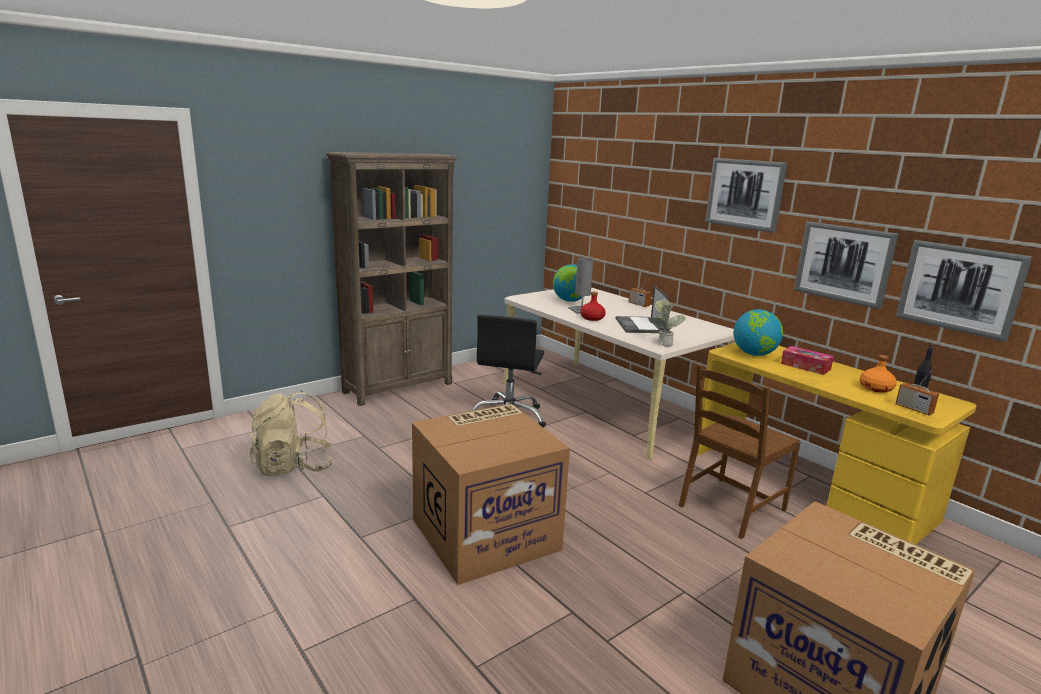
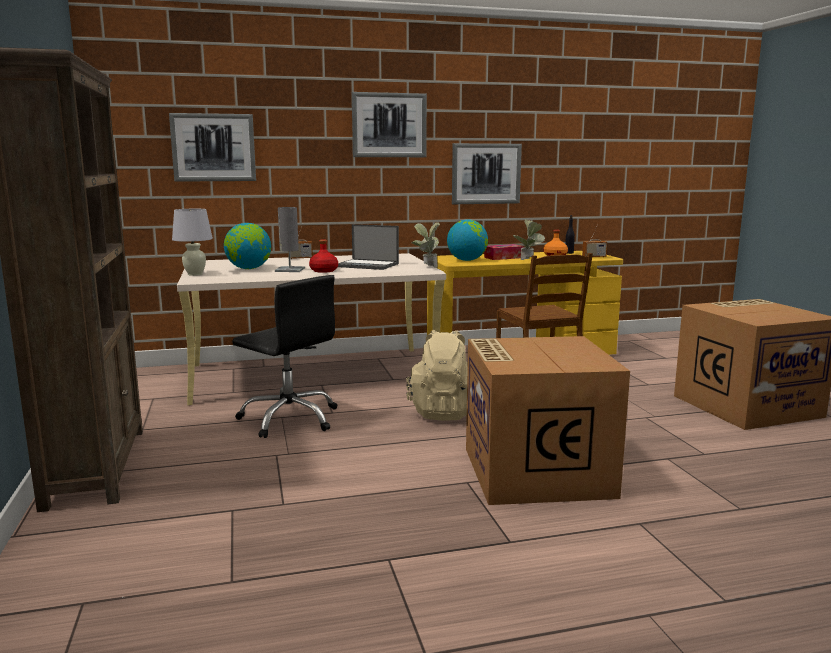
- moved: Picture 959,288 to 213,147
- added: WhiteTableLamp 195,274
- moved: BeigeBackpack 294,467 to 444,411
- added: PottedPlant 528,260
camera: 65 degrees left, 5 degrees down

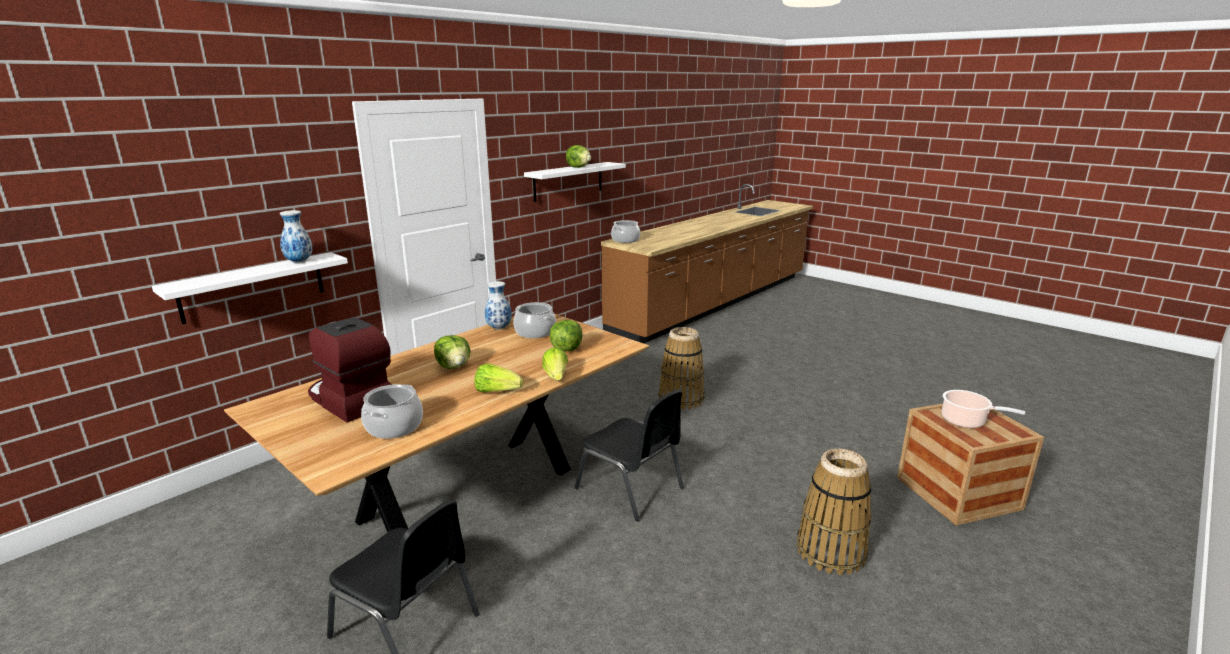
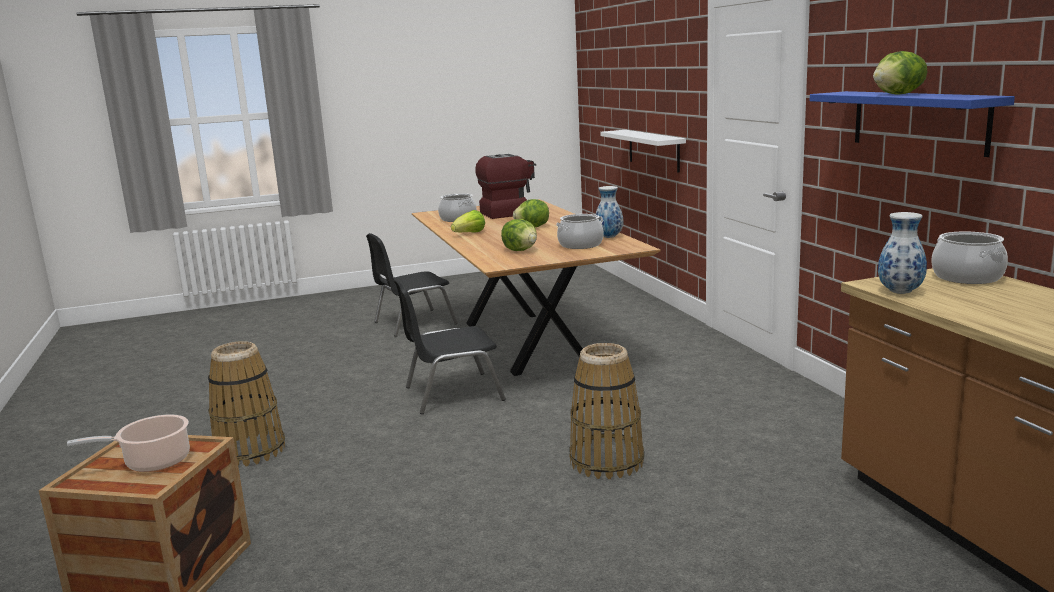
- recoloured: WhiteShelf 568,181 to BlueShelf 918,121
- moved: Vase 299,261 to 901,292
- removed: Lettuce 556,376
camera: 120 degrees right, 5 degrees down

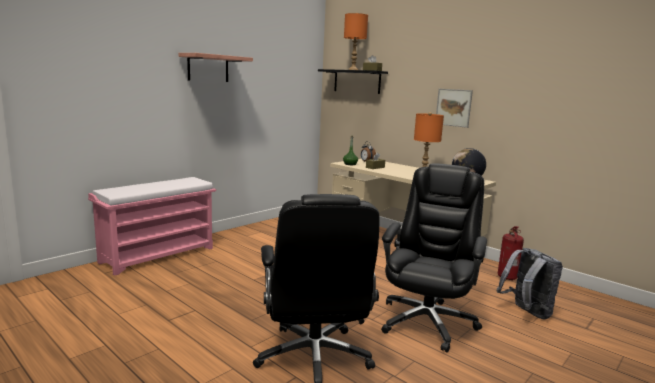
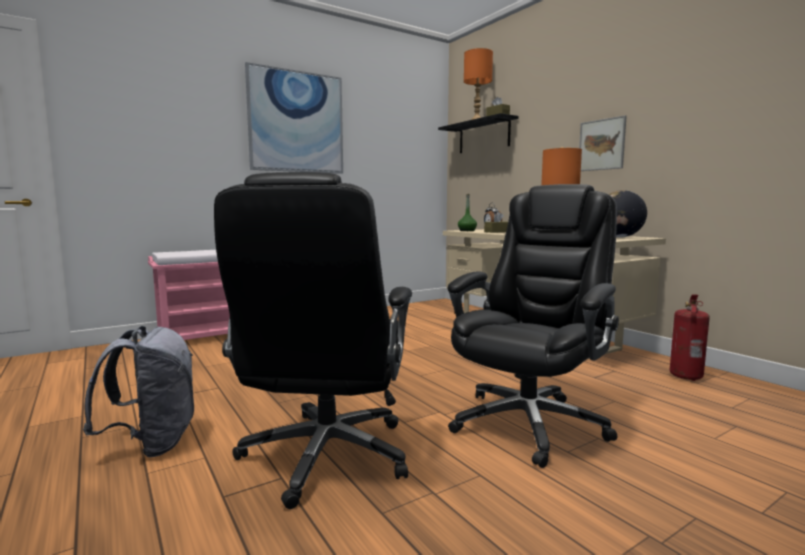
- moved: GreyBackpack 526,313 to 153,444
- replaced: Shelf 208,68 to Picture 296,122
camera: 15 degrees right, 5 degrees down

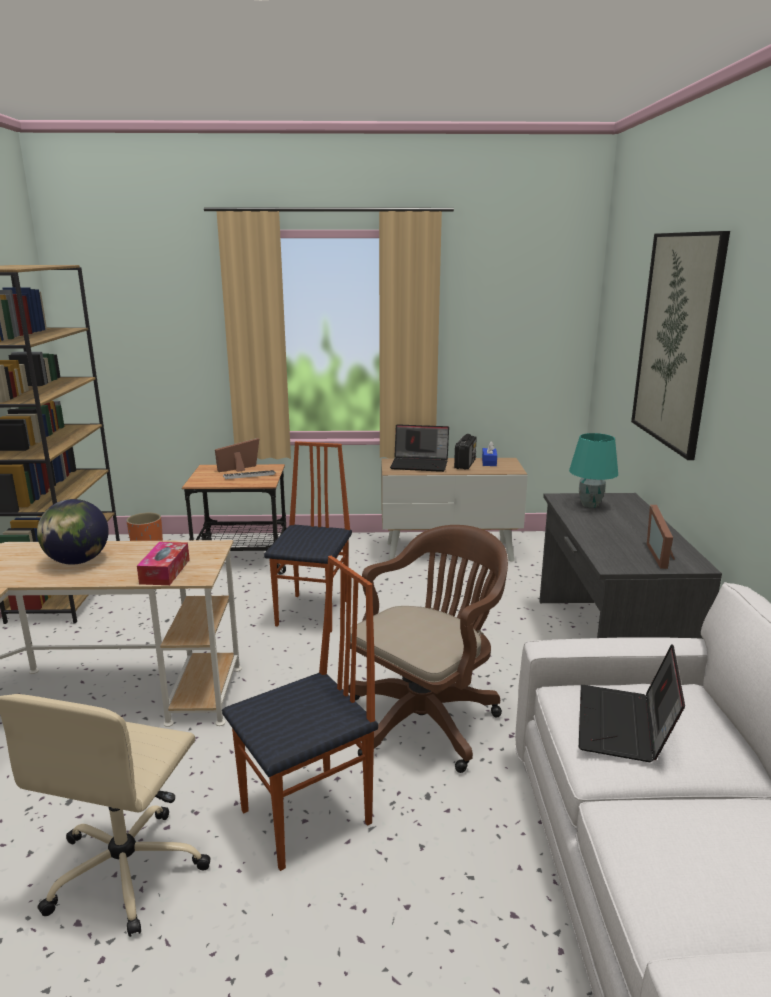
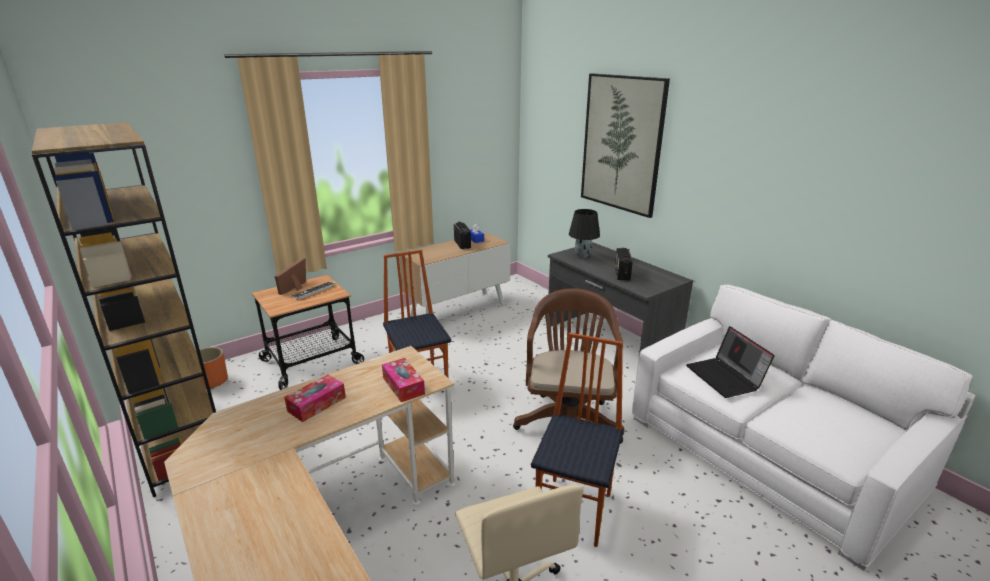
- replaced: Globe 77,561 to TissueBox 317,404
- recoloured: TurquoiseTableLamp 589,505 to BlackTableLamp 582,256
- added: Radio 622,274
- removed: Laptop 420,464
- removed: PictureFrame 662,555
camera: 35 degrees left, 5 degrees up

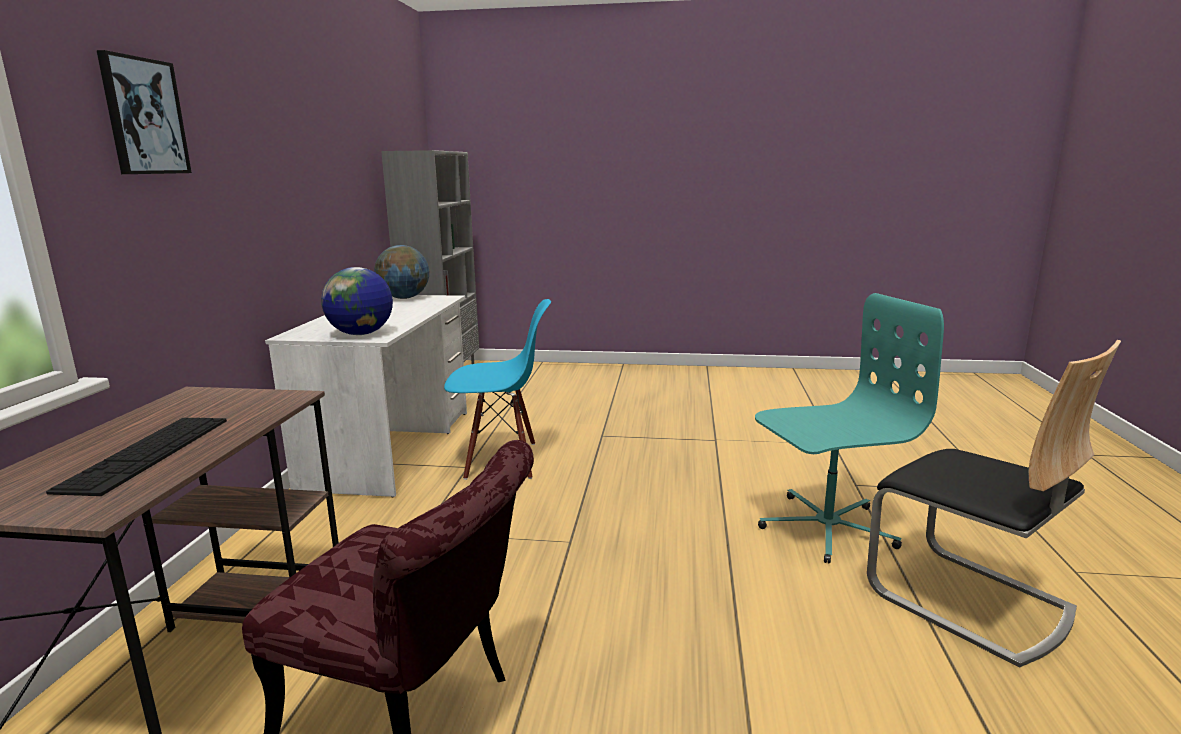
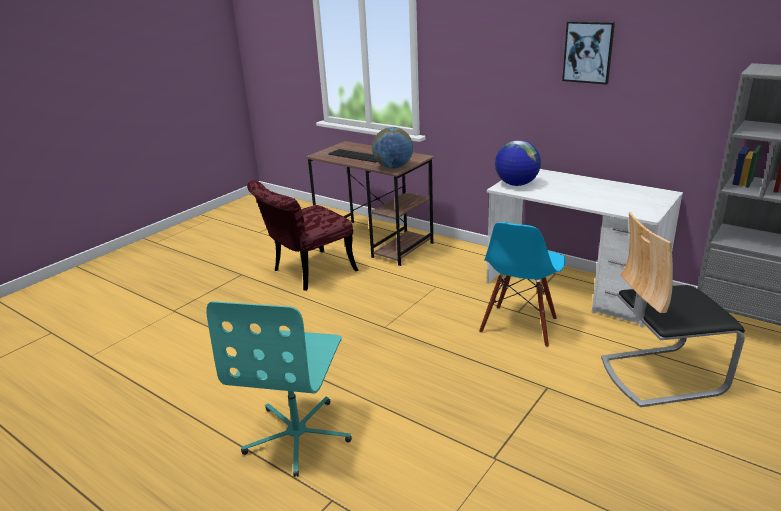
- moved: Globe 404,298 to 393,167
- moved: Picture 143,116 to 588,52
- moved: Chair 968,600 to 660,374
camera: 120 degrees right, 10 degrees up

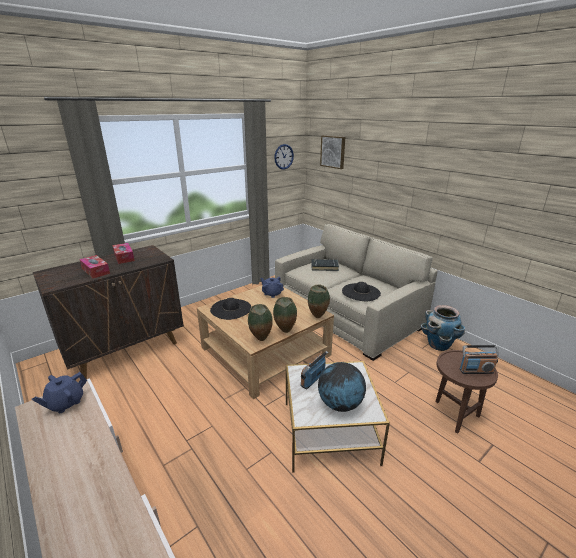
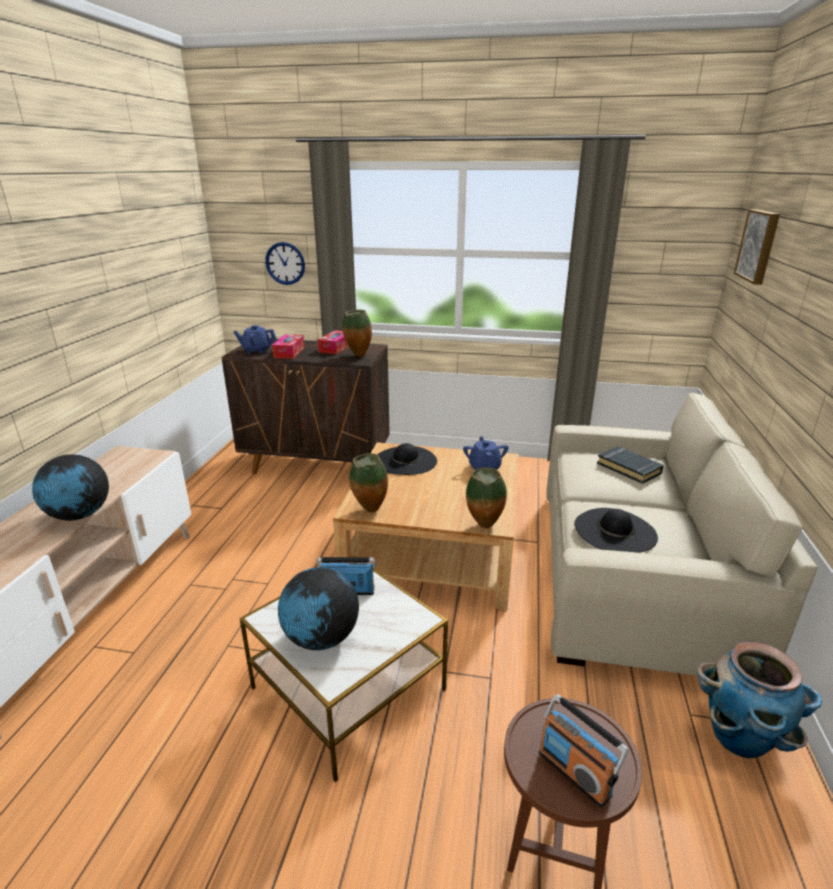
- added: Globe 79,515
- moved: BlueTeapot 65,403 to 257,351
- moved: WallClock 283,156 to 285,263
- moved: Vase 285,332 to 358,356
camera: 50 degrees right, 0 degrees up

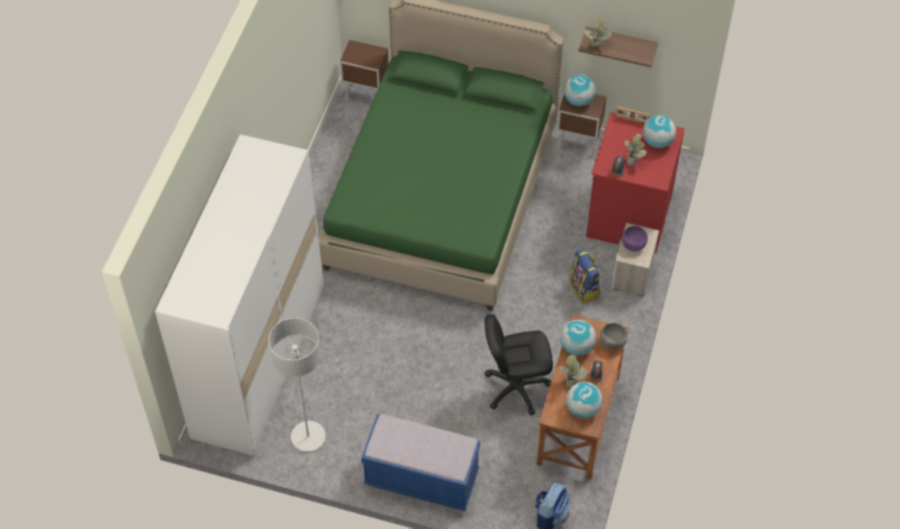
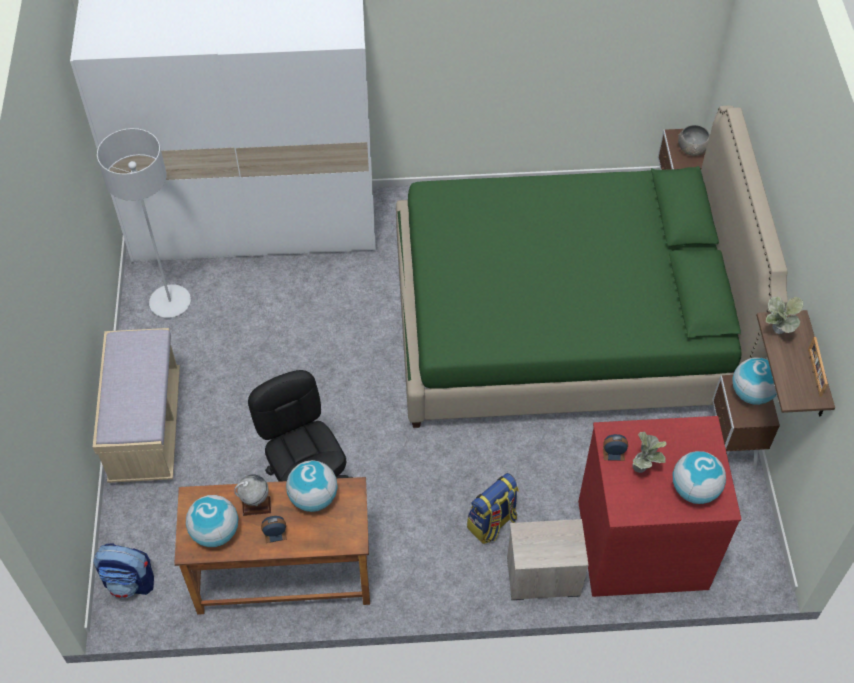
- recoloured: BlueBench 421,479 to BeigeBench 146,427
- replaced: PottedPlant 571,380 to Globe 256,506
- moved: GreyBowl 612,341 to 692,148
- moved: PictureFrame 631,120 to 814,372
- removed: PurpleBowl 633,244
camera: 70 degrees right, 0 degrees up

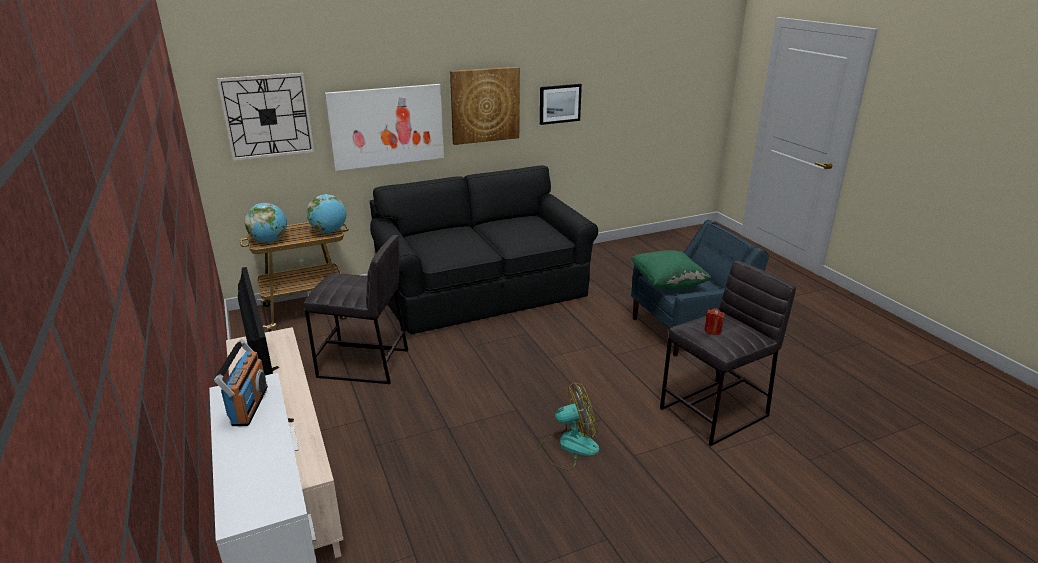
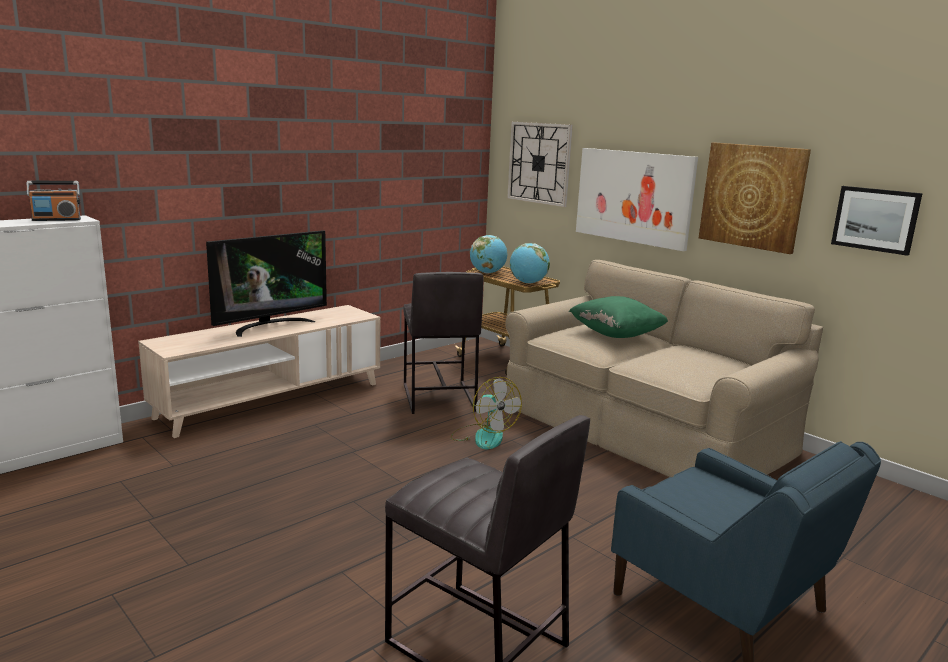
- moved: Fan 569,446 to 483,436
- recoloured: BlackSofa 483,290 to BeigeSofa 644,428
- moved: GreenPillow 667,284 to 616,334
- removed: RedCandle 712,330
camera: 70 degrees right, 10 degrees down

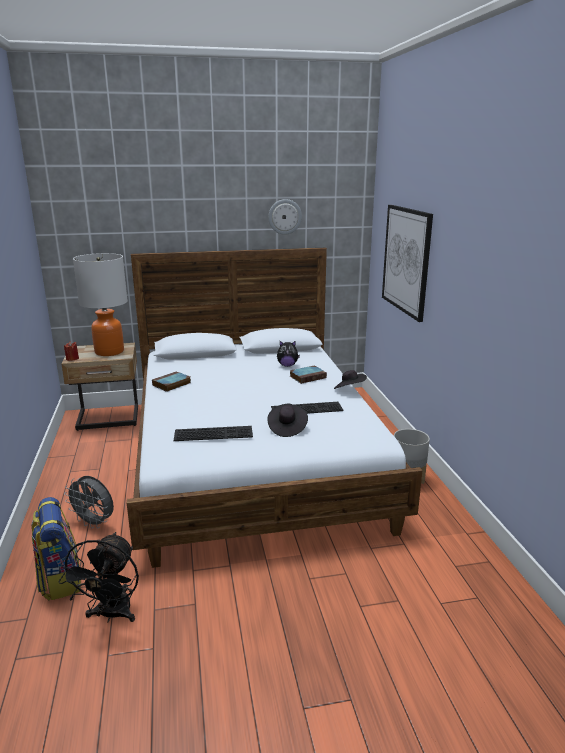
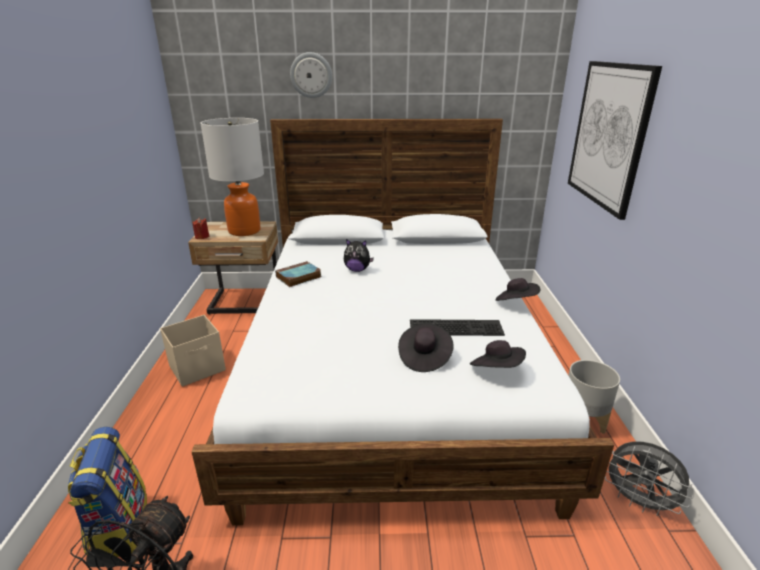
- added: BeigeStorageBox 198,368
- moved: WallClock 284,216 to 311,75
- moved: PlushToy 287,365 to 357,270
- added: BlackHat 496,369
- moved: GreyFan 94,523 to 638,502
- removed: Keyboard 214,433
- removed: Book 308,377
camera: 10 degrees right, 5 degrees up

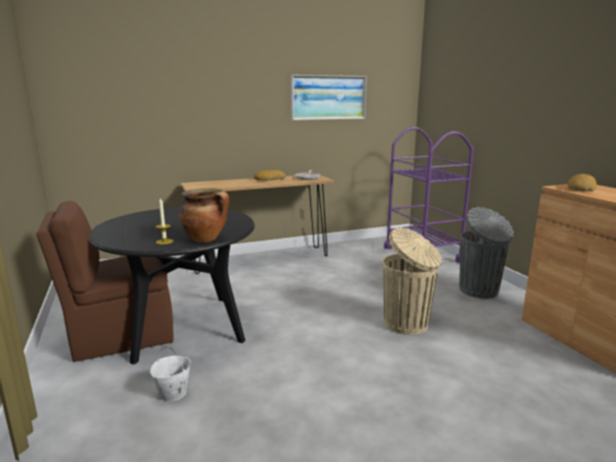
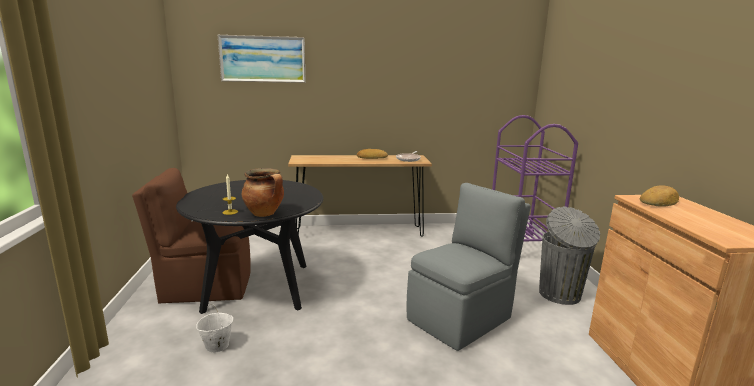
- moved: Picture 328,97 to 263,59
- replaced: BeigeTrashCan 407,324 to GreyChair 461,318
camera: 15 degrees right, 0 degrees up

